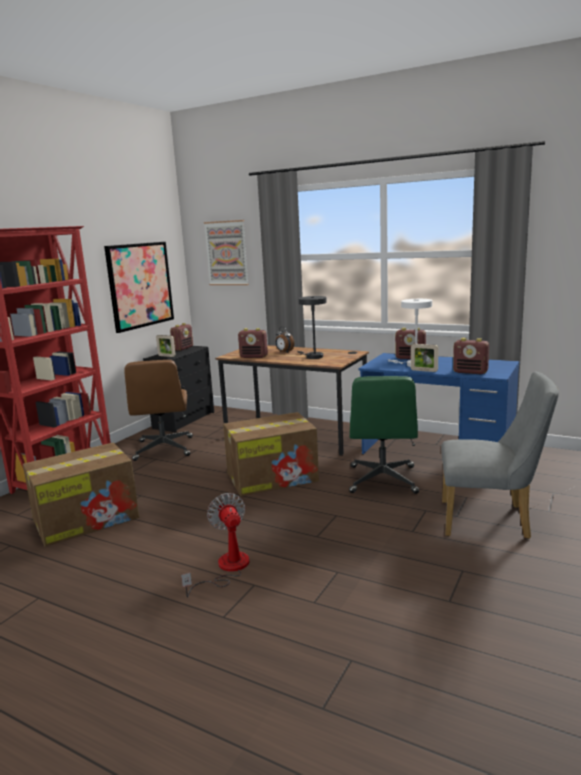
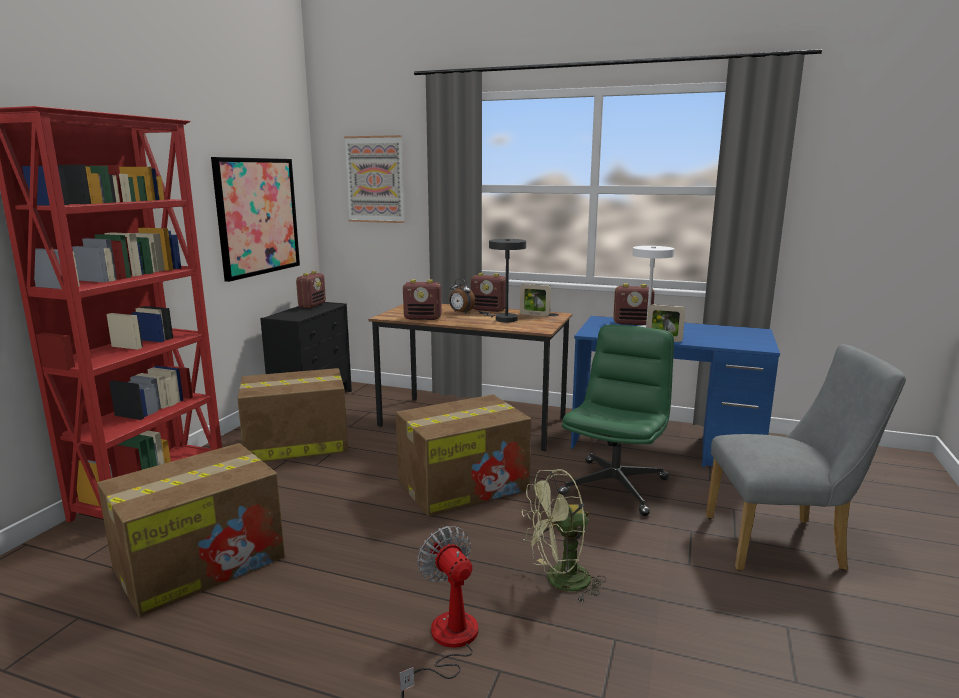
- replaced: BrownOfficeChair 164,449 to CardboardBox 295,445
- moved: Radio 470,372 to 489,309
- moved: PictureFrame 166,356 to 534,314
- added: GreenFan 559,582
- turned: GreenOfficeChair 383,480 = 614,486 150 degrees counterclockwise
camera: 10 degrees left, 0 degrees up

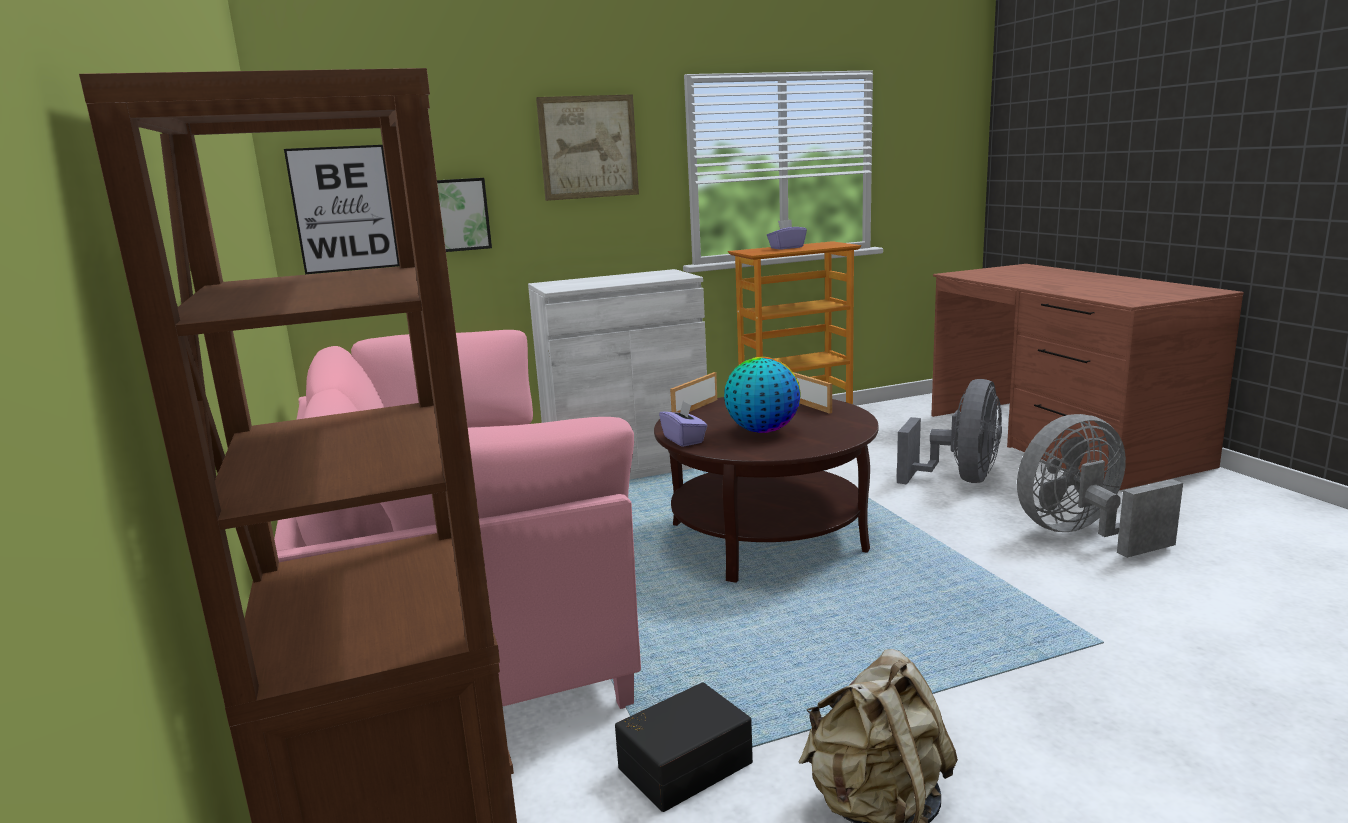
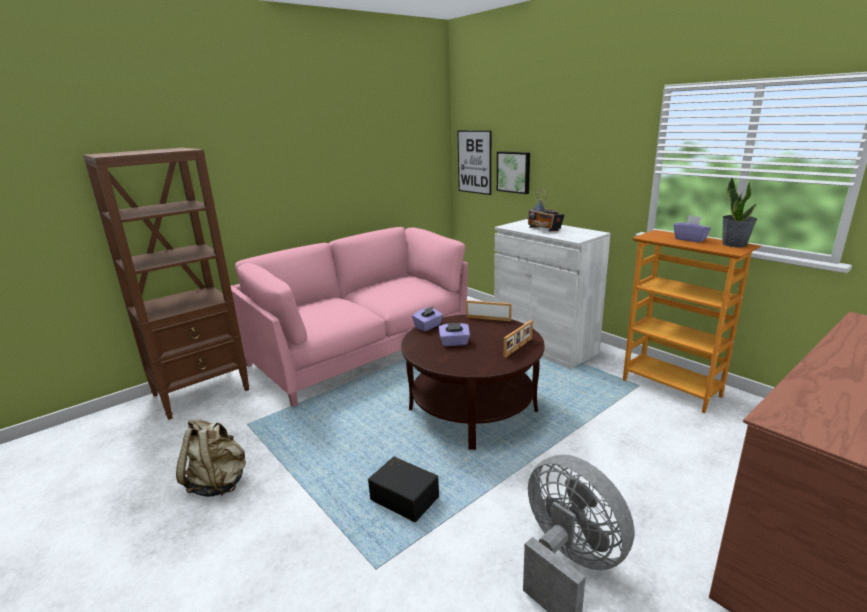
- moved: BlackStorageBox 683,763 to 405,497
- replaced: Globe 762,431 to PurpleTissueBox 454,343
- added: Radio 544,229
- added: PottedPlant 734,244
- removed: Picture 588,147
- removed: GreyFan 960,479
camera: 70 degrees right, 5 degrees up

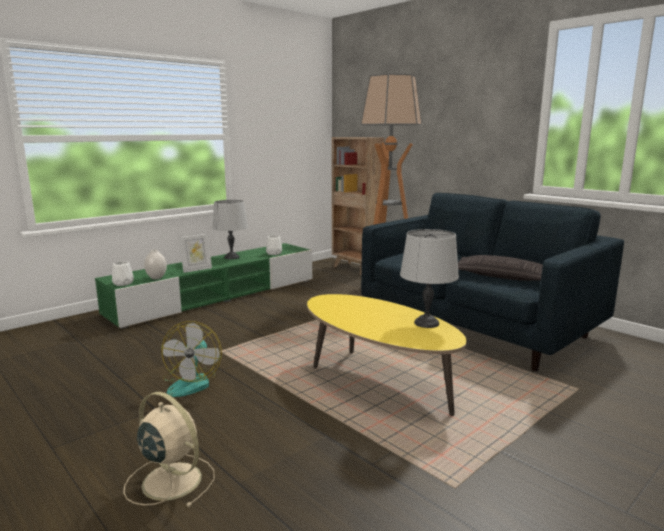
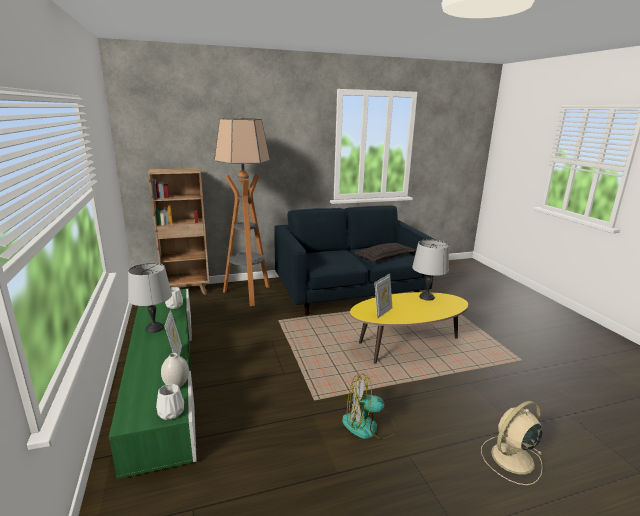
- turned: Fan 192,382 = 368,426 150 degrees clockwise
- added: PictureFrame 382,312
camera: 65 degrees left, 5 degrees up

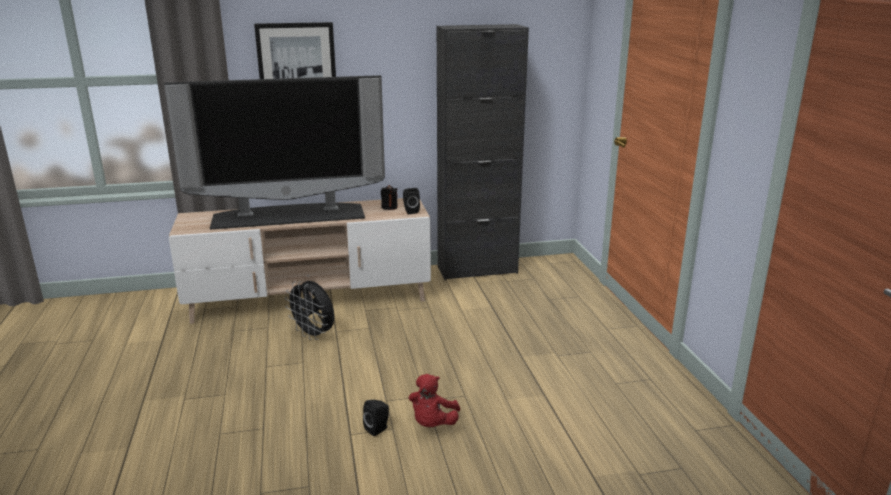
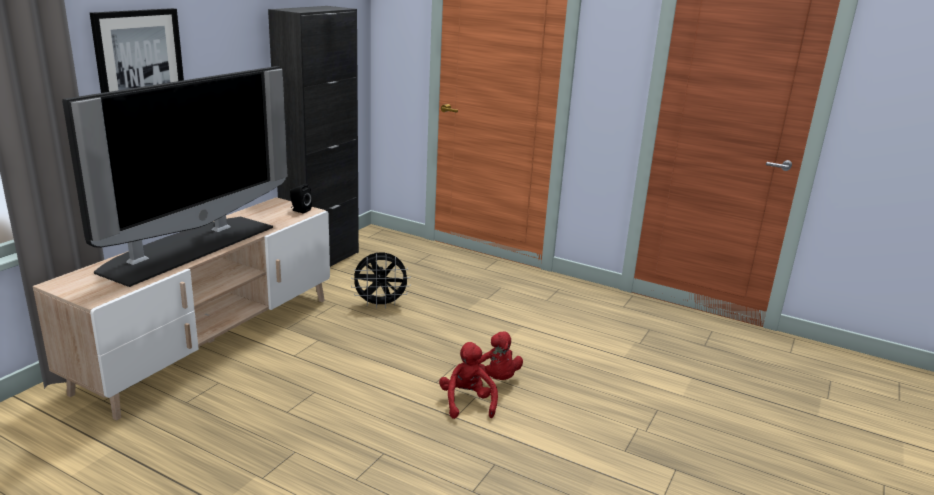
- moved: BlackFan 314,335 to 380,304
- replaced: BlackSpeaker 378,429 to RedPlushToy 467,402
- removed: BlackCandle 389,207
camera: 50 degrees left, 0 degrees up

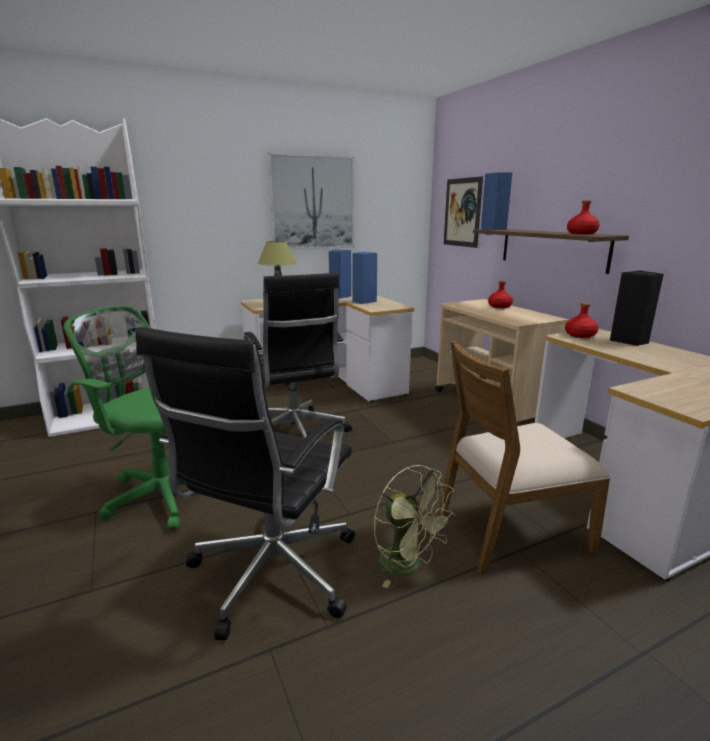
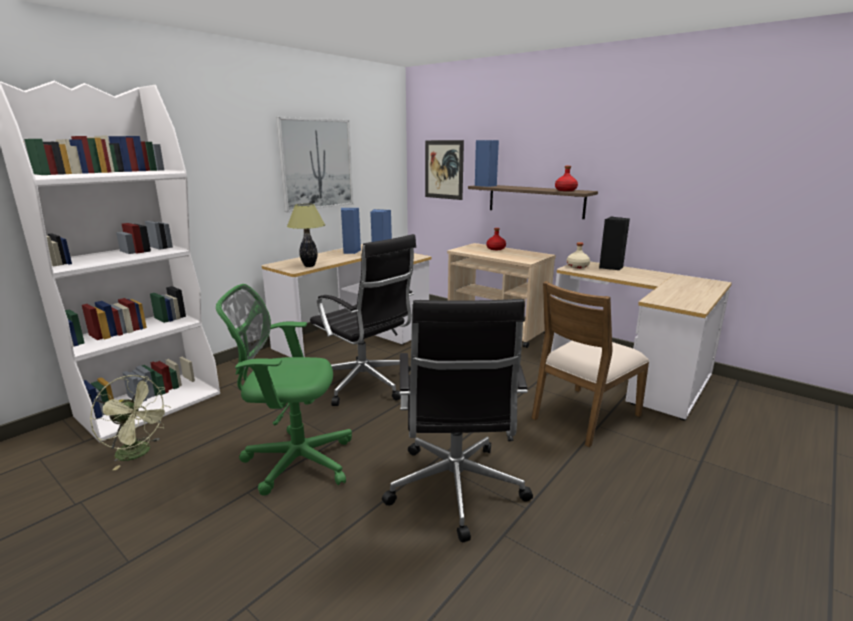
- moved: GreenFan 408,566 to 139,453
- recoloured: RedBottle 579,335 to BeigeBottle 577,266
camera: 25 degrees left, 0 degrees up

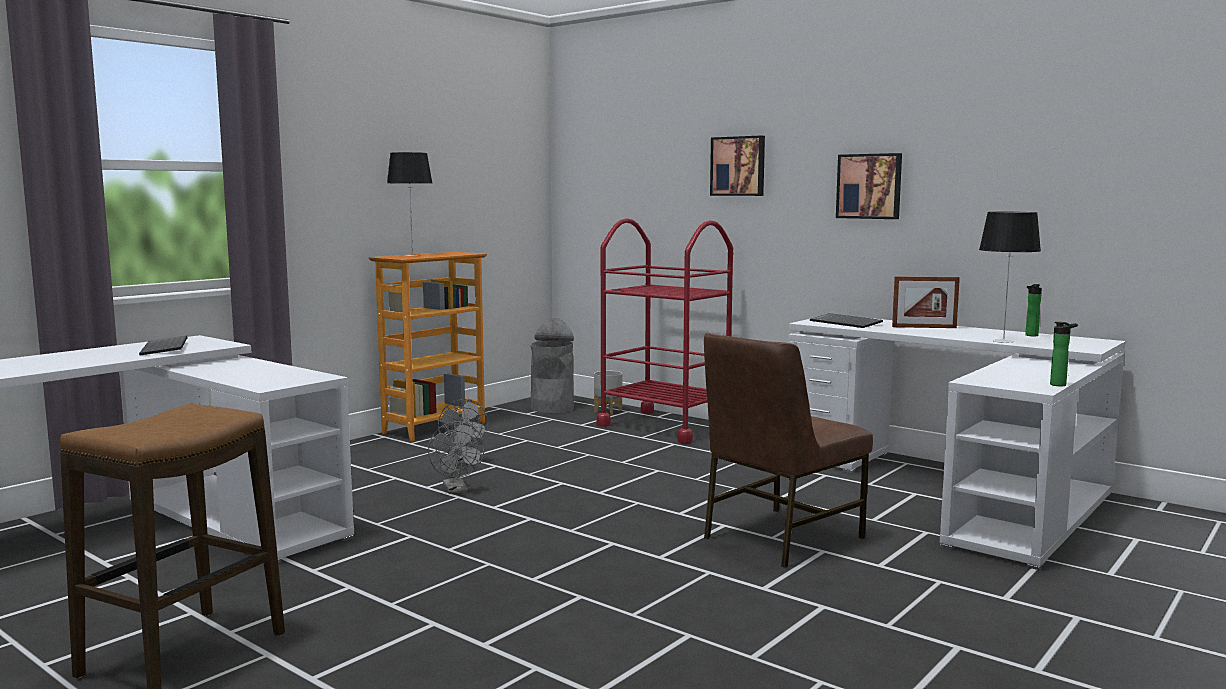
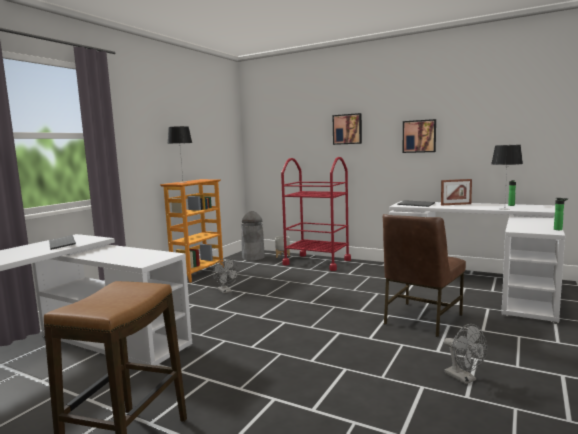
- moved: GreyFan 457,490 to 464,378
camera: 10 degrees left, 0 degrees up

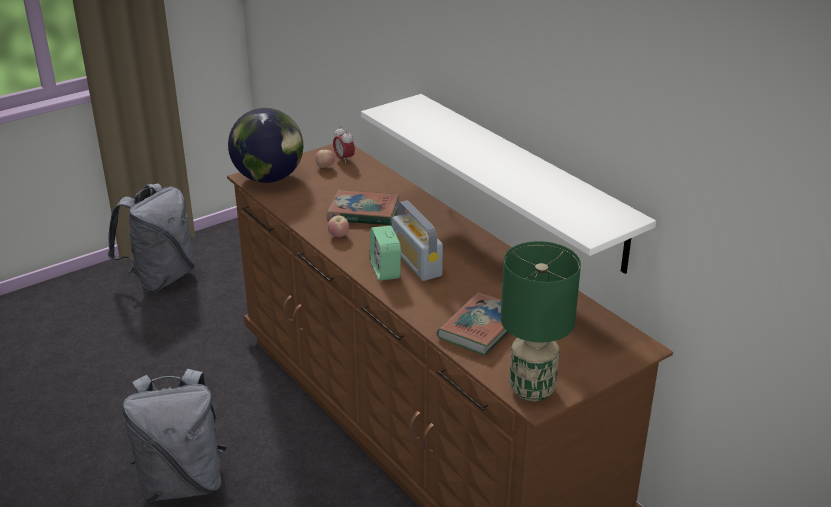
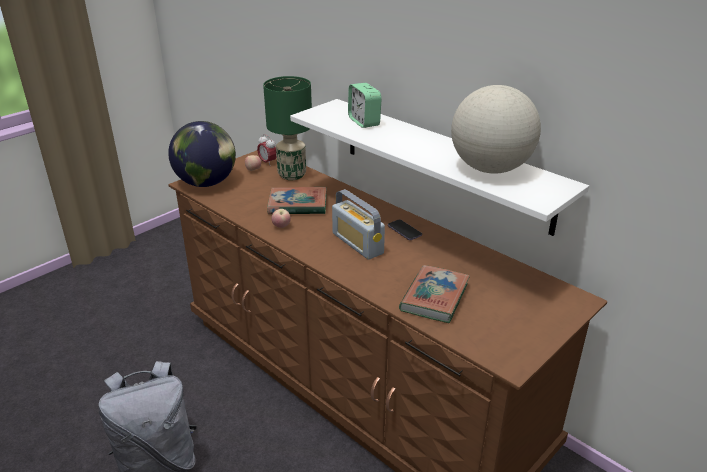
- moved: GreenTableLamp 531,389 to 291,175
- moved: AlarmClock 385,270 to 364,122
- added: Phone 404,231
- added: Globe 490,169
- removed: GreyBackpack 160,278
camera: 10 degrees left, 0 degrees up

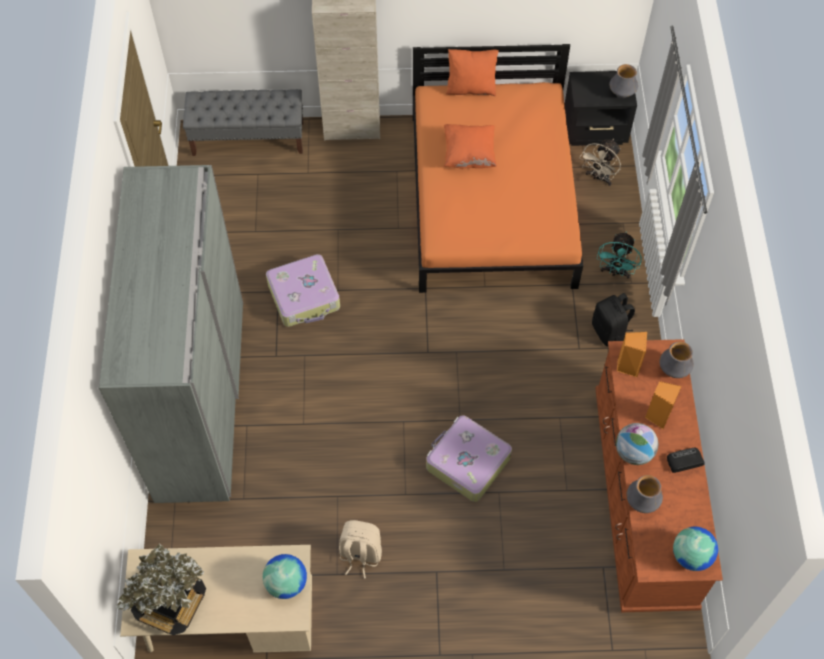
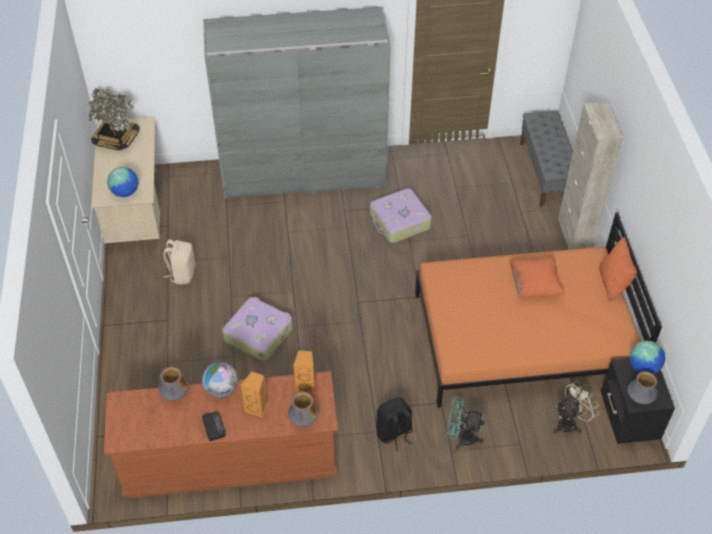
- turned: BeigeFan 599,178 = 570,423 120 degrees clockwise
- moved: Globe 691,556 to 644,367
camera: 85 degrees right, 10 degrees down

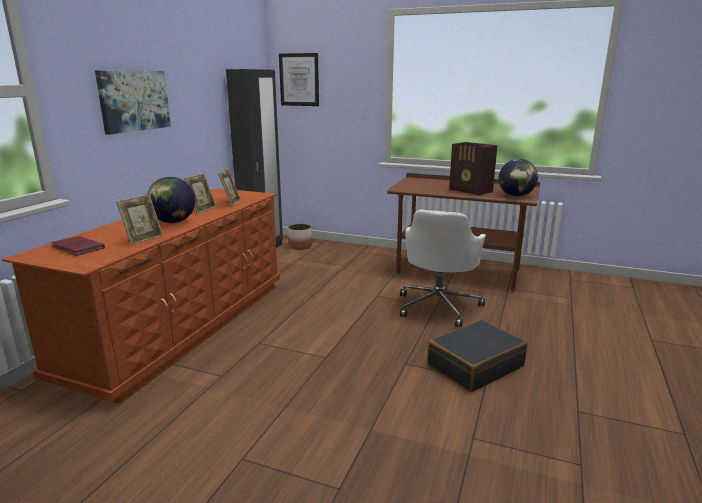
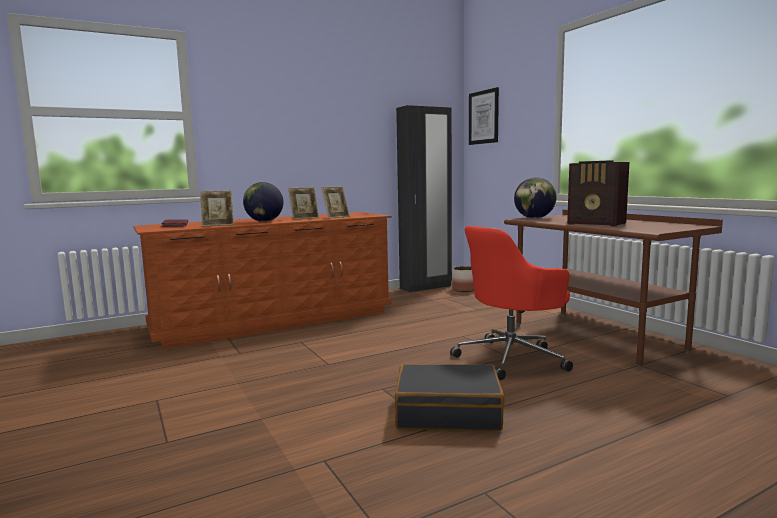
- recoloured: WhiteOfficeChair 439,306 to RedOfficeChair 512,358
- moved: Globe 516,196 to 534,218
- turned: Radio 471,191 = 597,224 45 degrees counterclockwise
- removed: Picture 134,101
camera: 40 degrees right, 10 degrees down

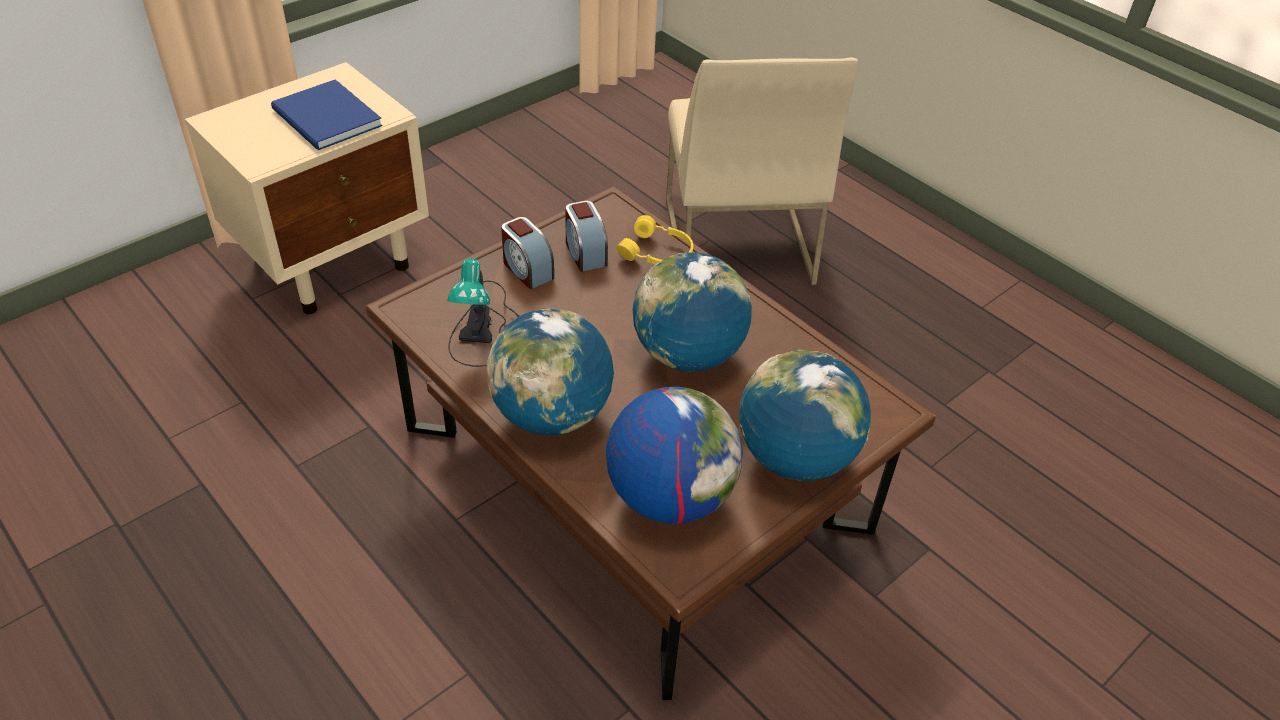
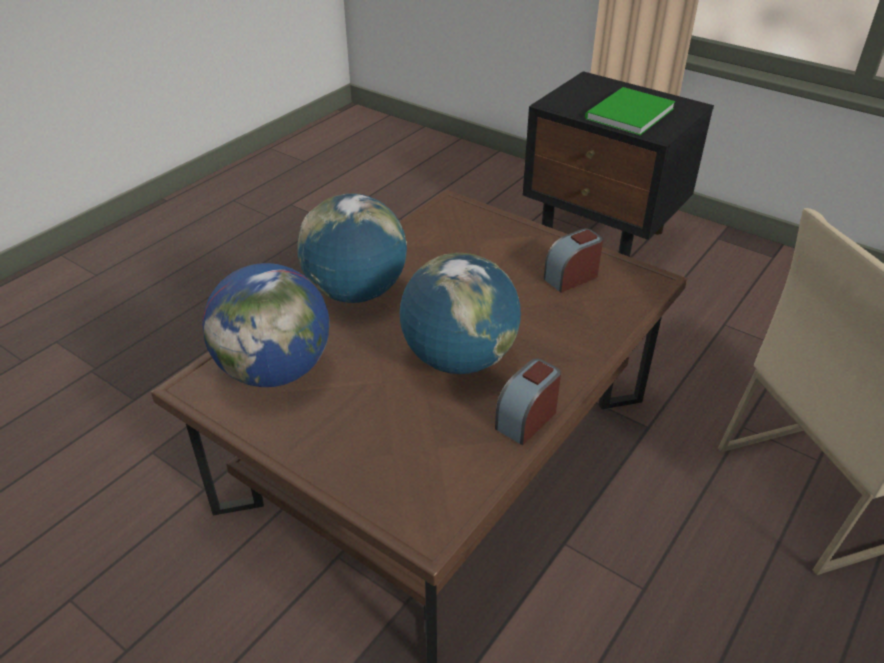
- moved: AlarmClock 527,270 to 526,419
- recoloured: BeigeNightstand 334,262 to BlackNightstand 603,235
- recoloured: BlueBook 326,120 to GreenBook 626,114
- removed: TableLamp 485,326
- removed: YellowHeadphones 657,254
- removed: Globe 795,458
camera: 80 degrees right, 5 degrees down

